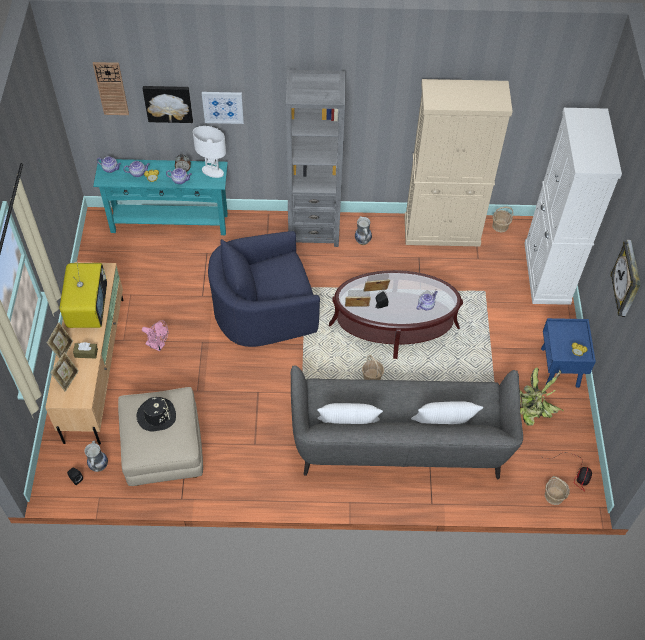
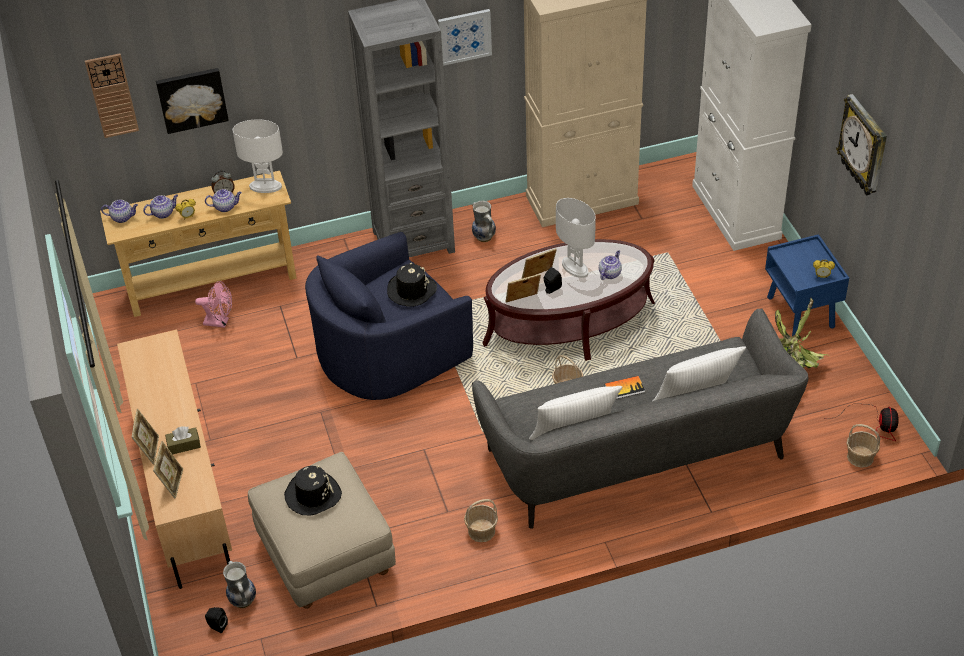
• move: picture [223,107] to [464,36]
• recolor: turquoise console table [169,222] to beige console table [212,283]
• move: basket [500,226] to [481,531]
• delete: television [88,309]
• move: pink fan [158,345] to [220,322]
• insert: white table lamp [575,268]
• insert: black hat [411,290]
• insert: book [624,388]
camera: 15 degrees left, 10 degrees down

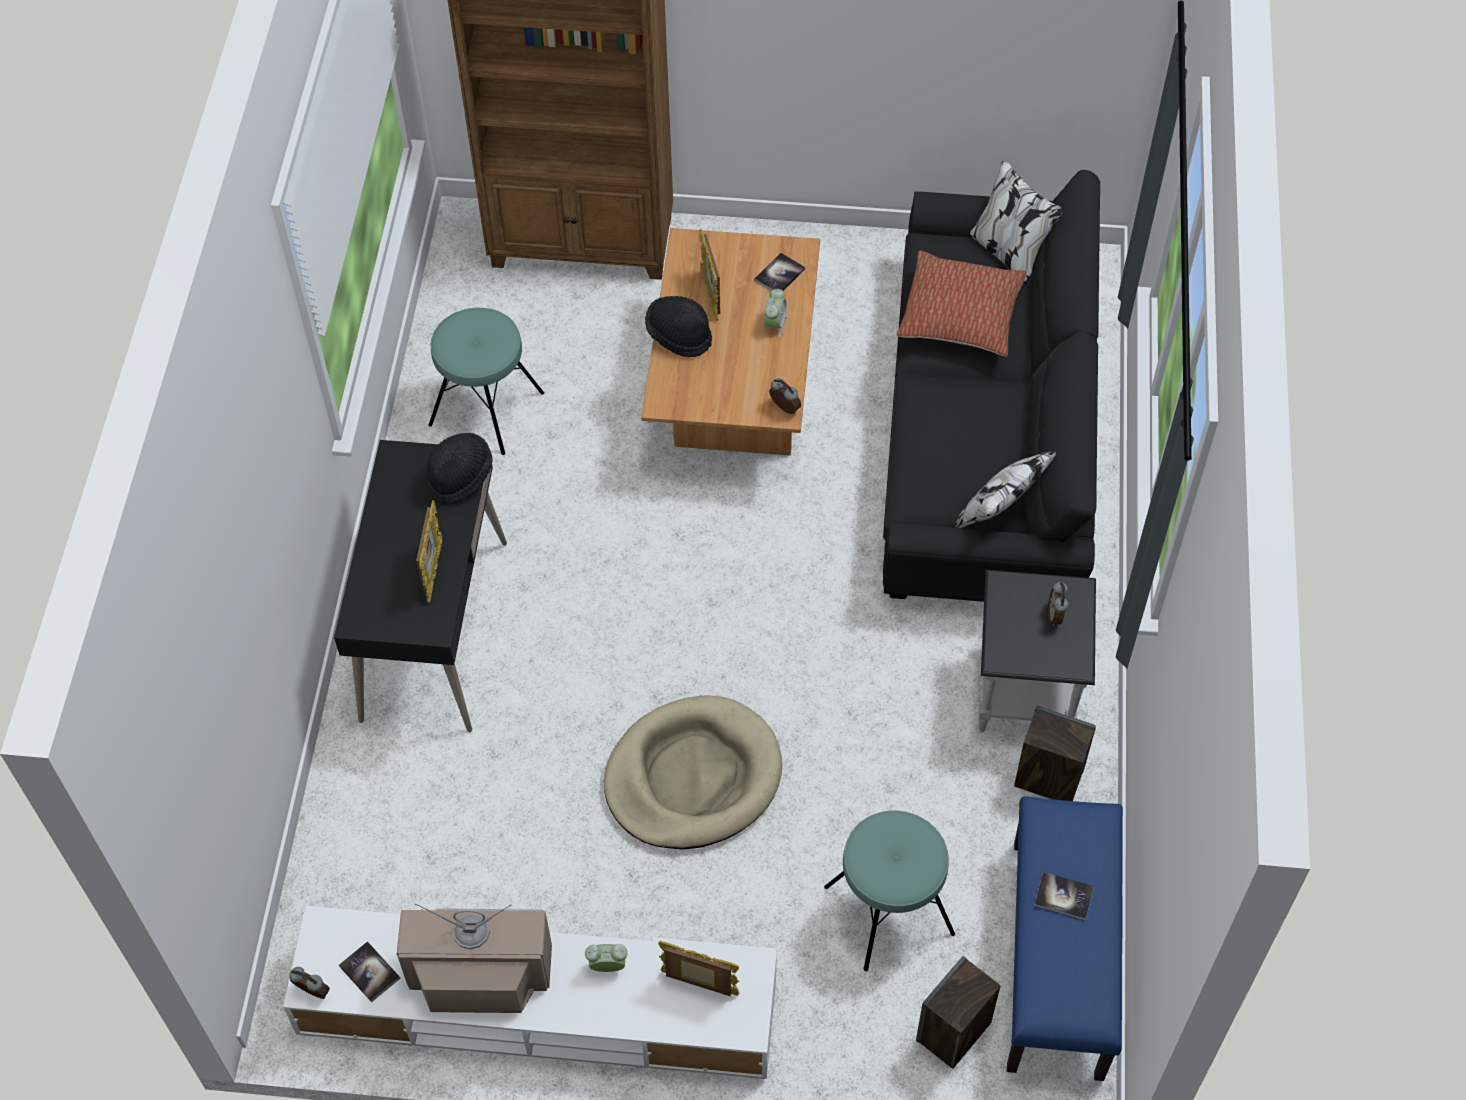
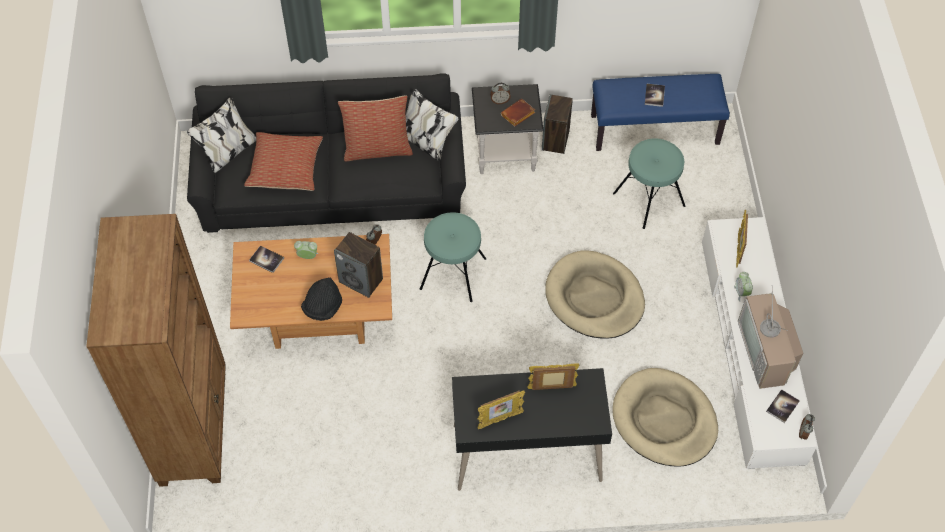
• move: picture frame [710,296] to [500,419]
• move: turquoise stool [486,409] to [453,274]
• delete: black hat [460,477]
• move: speaker [953,1032] to [361,280]
• insert: pillow [377,149]
• insert: brown book [517,115]
• insert: beige dog bed [664,420]
camera: 100 degrees left, 0 degrees up

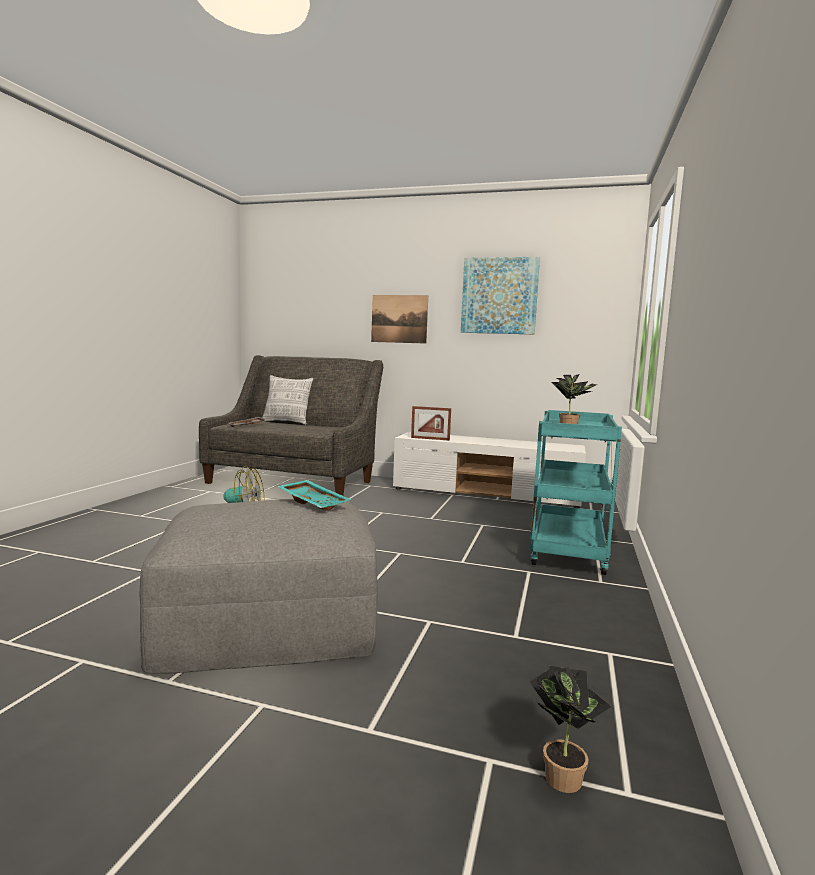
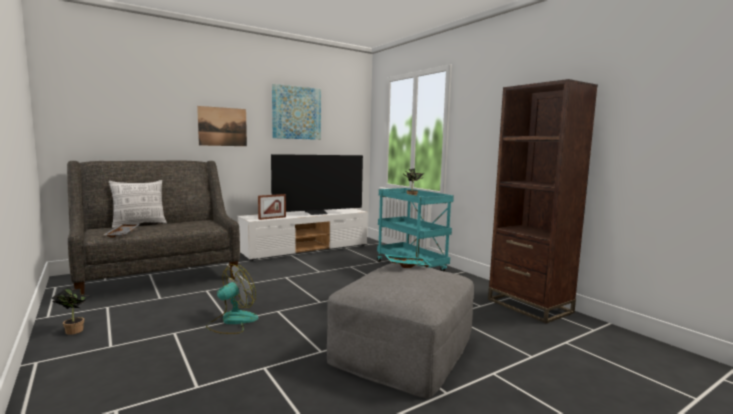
• move: potted plant [560,774] to [73,330]
• insert: brown bookcase [529,306]
• insert: television [317,213]
camera: 50 degrees left, 0 degrees up

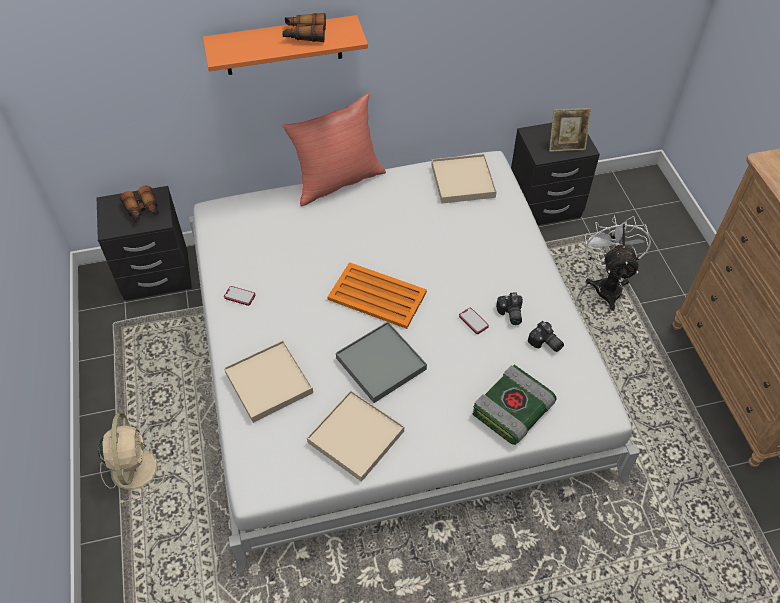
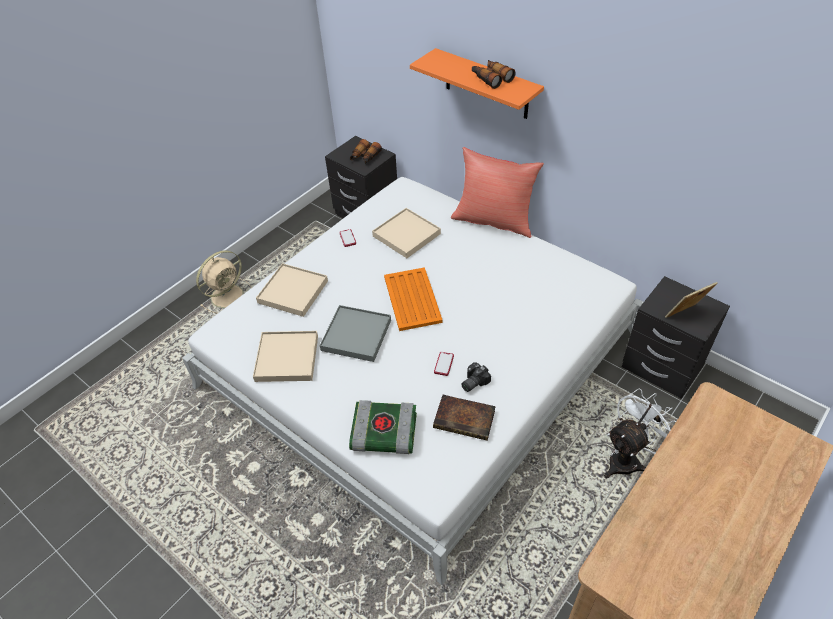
• rotate: picture frame [566,146] = [684,315] 105 degrees clockwise
• move: beige tray [463,181] to [406,235]
• replace: photo camera [545,343] to book [466,419]
camera: 55 degrees right, 5 degrees down

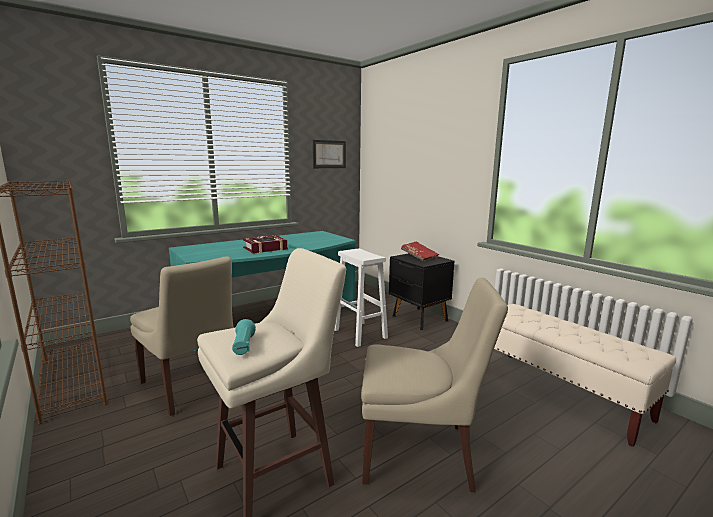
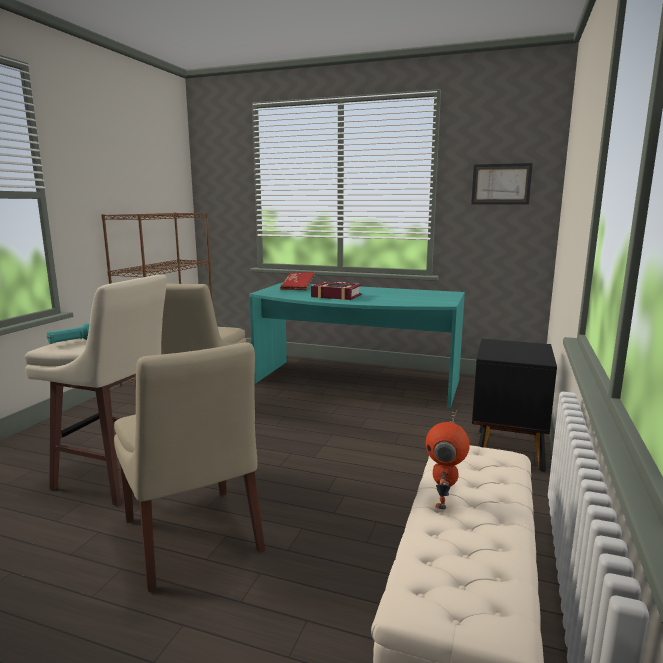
• move: red book [419,257] to [298,288]
• delete: white stool [360,334]
• insert: toy robot [444,500]
camera: 55 degrees right, 0 degrees up

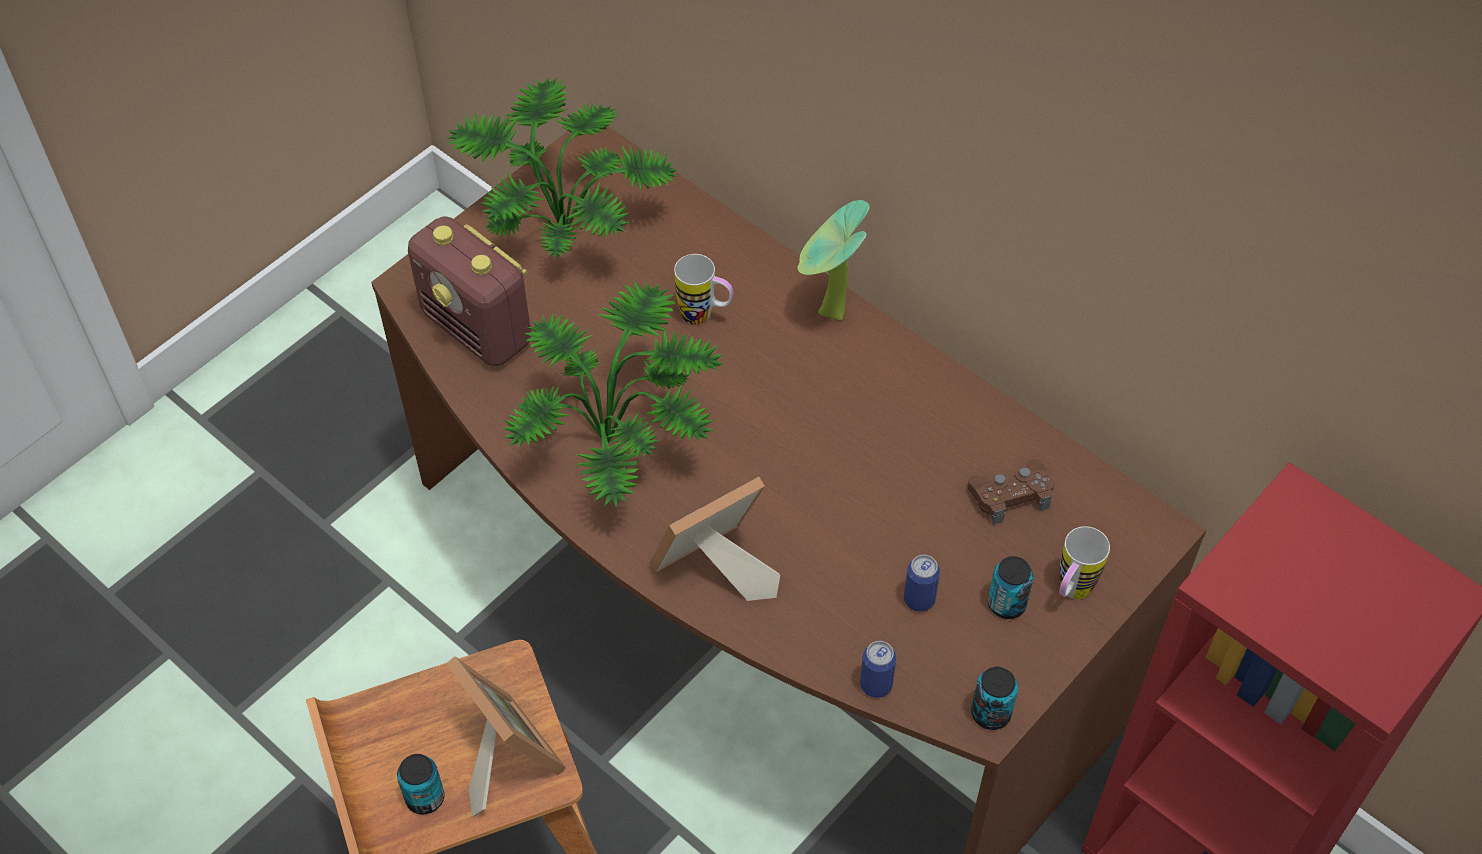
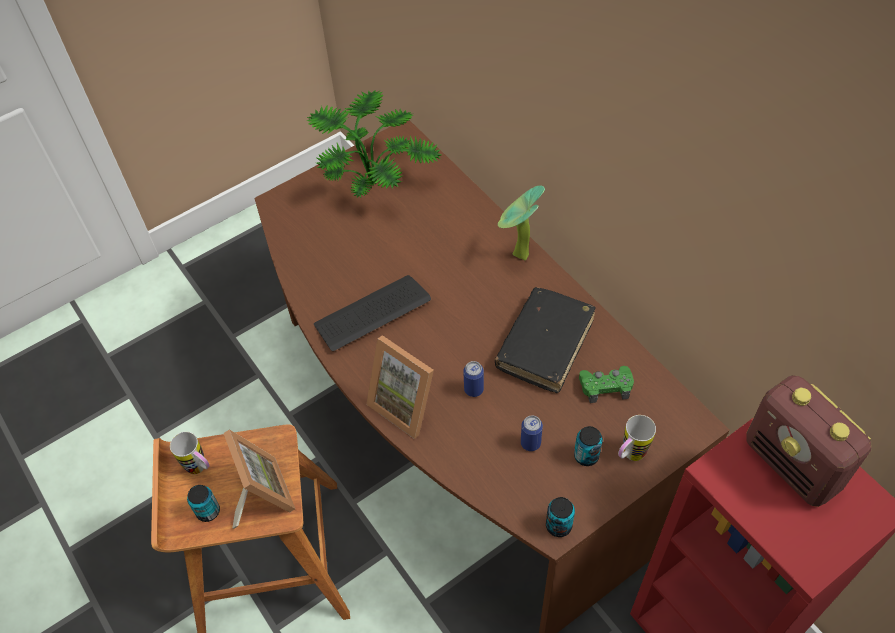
• move: radio [478,329] to [793,465]
• move: mug [705,317] to [200,469]
• replace: potted plant [620,441] to keyboard [372,314]
• recolor: brown game controller [1011,495] to green game controller [605,386]
• rotate: picture frame [714,572] = [407,403] 120 degrees counterclockwise
• move: can [876,685] to [473,389]
• insert: black book [545,345]
camera: 15 degrees right, 0 degrees up

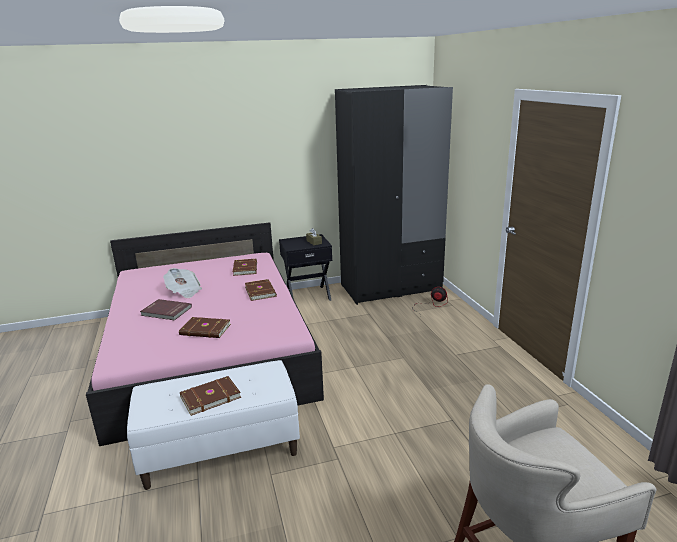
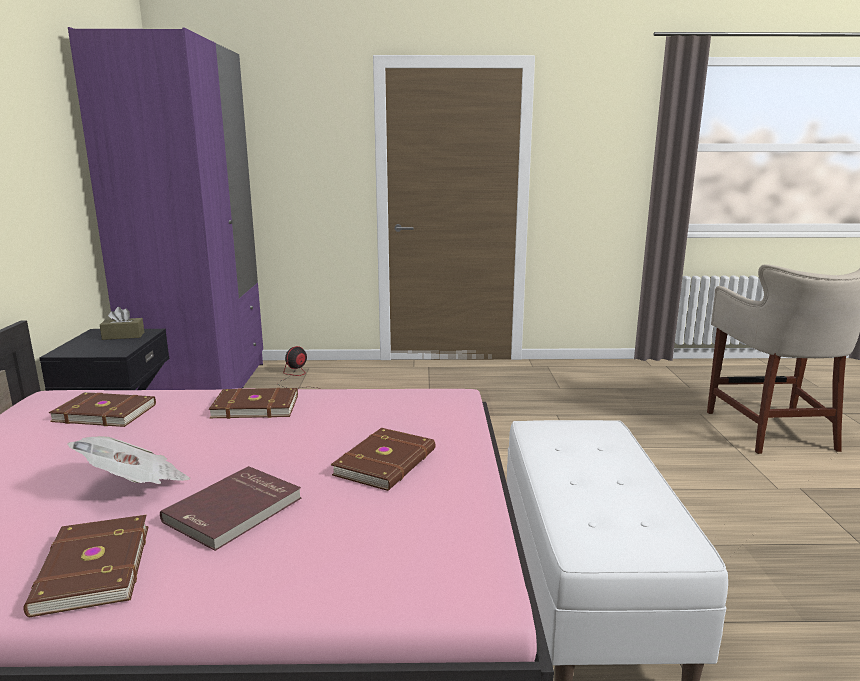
• recolor: black wardrobe [391,287] to purple wardrobe [204,389]
• move: brown book [209,397] to [90,569]
camera: 75 degrees left, 5 degrees down

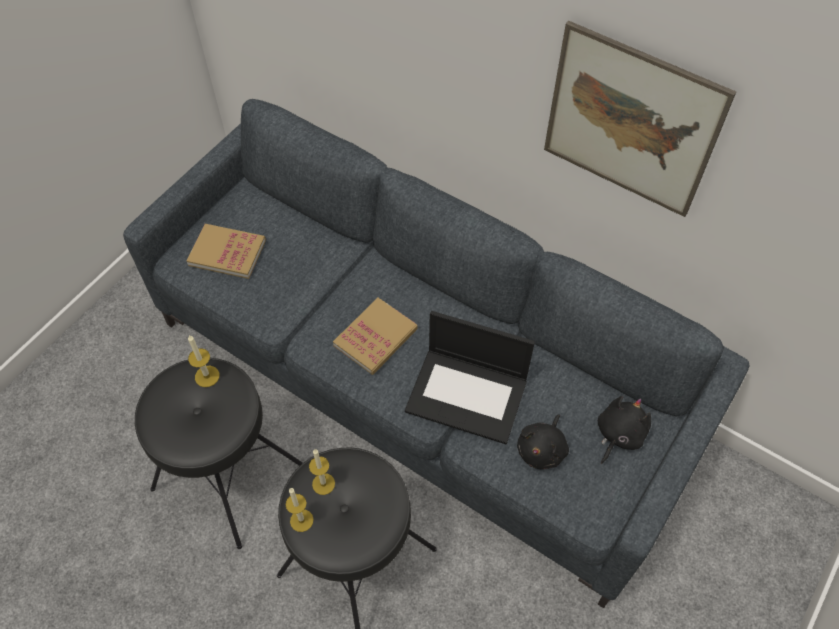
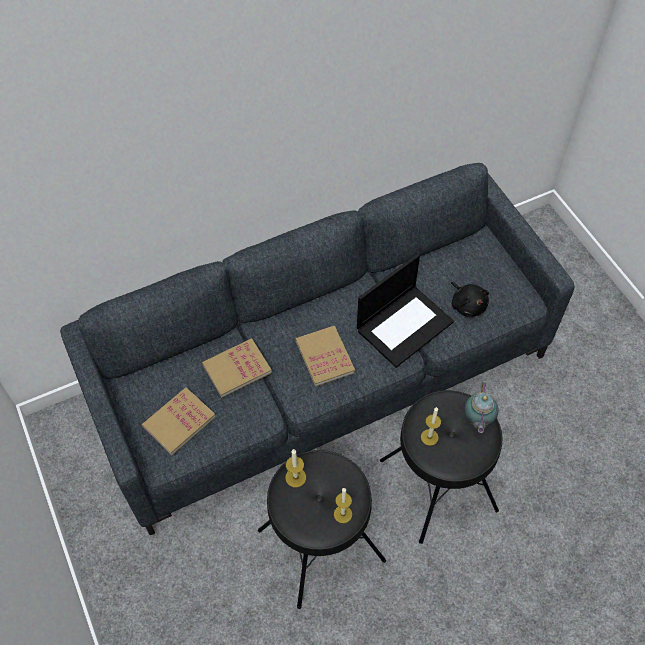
• delete: picture [630,122]
• delete: black plush toy [618,435]
• move: candle [301,520] to [343,514]
• insert: book [237,369]
• insert: teapot [477,420]
camera: 60 degrees left, 0 degrees up

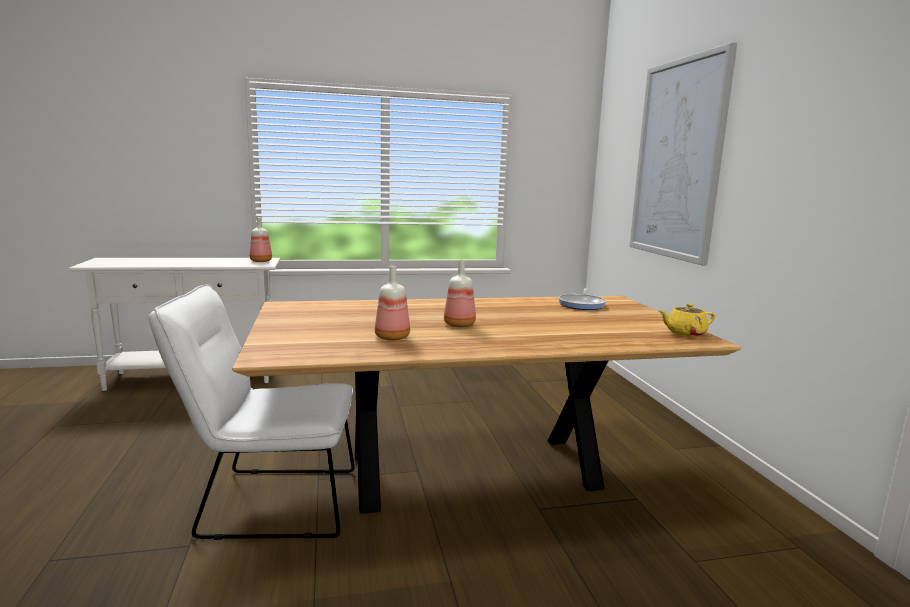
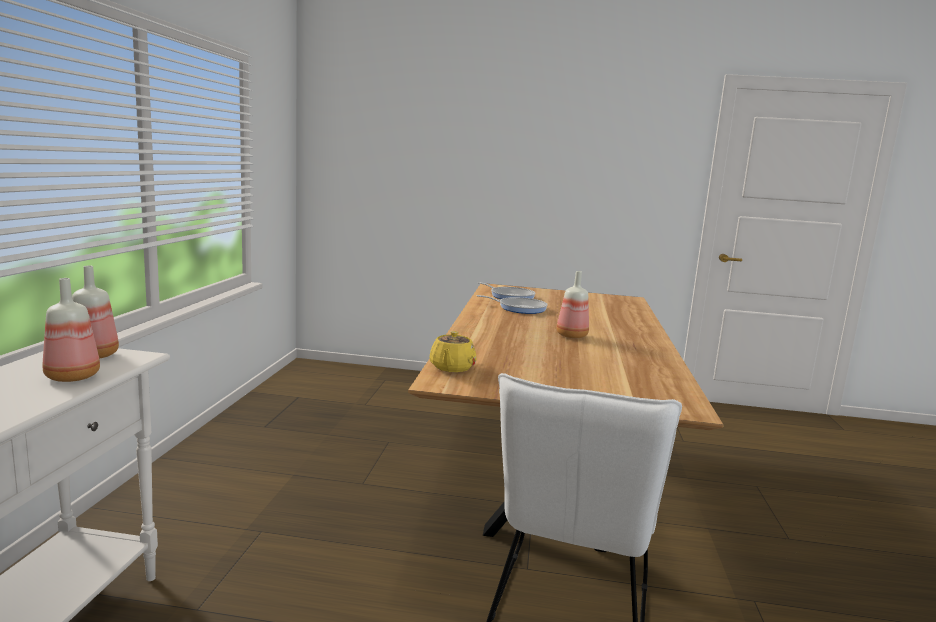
• delete: picture [678,160]
• move: bottle [393,337] to [74,377]
• move: yellow teapot [684,333] to [451,368]
• insert: frying pan [519,308]
camera: 70 degrees left, 0 degrees up

